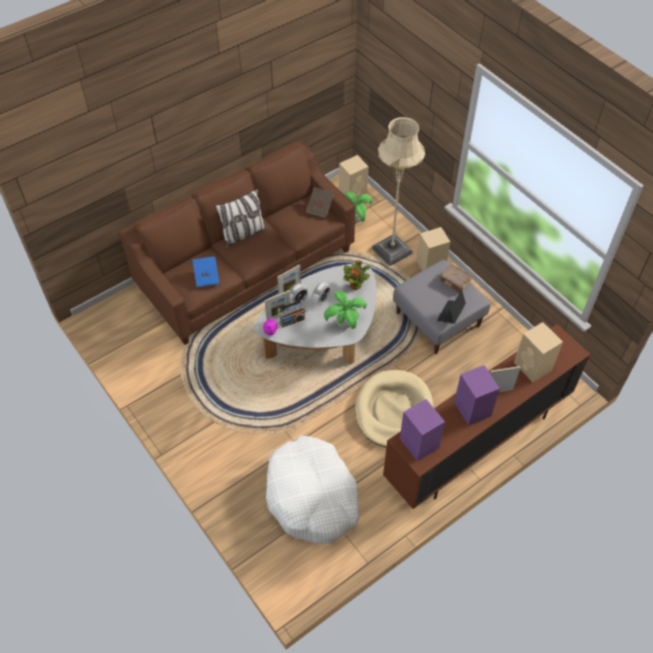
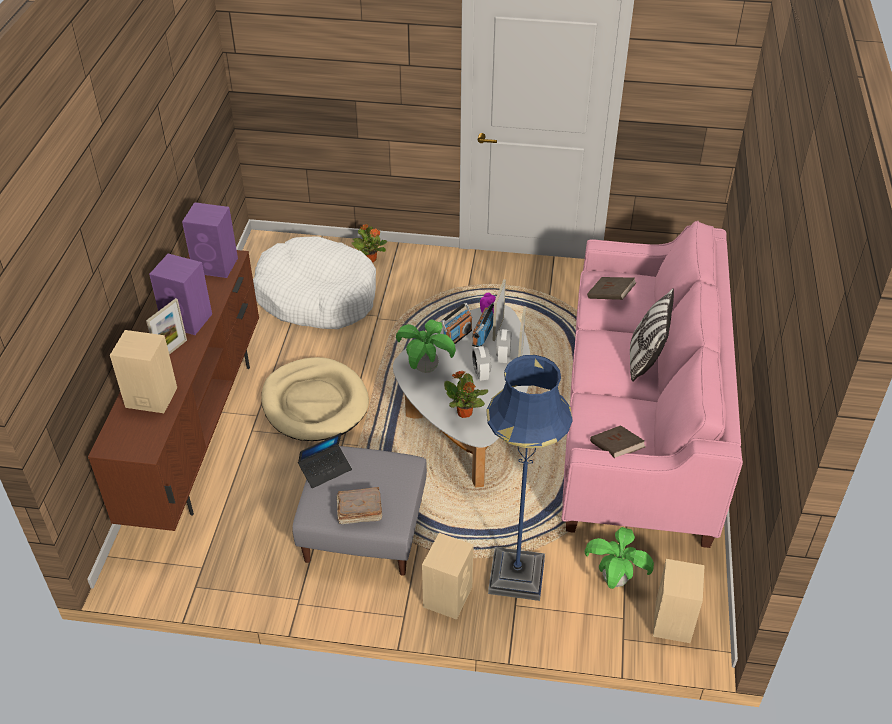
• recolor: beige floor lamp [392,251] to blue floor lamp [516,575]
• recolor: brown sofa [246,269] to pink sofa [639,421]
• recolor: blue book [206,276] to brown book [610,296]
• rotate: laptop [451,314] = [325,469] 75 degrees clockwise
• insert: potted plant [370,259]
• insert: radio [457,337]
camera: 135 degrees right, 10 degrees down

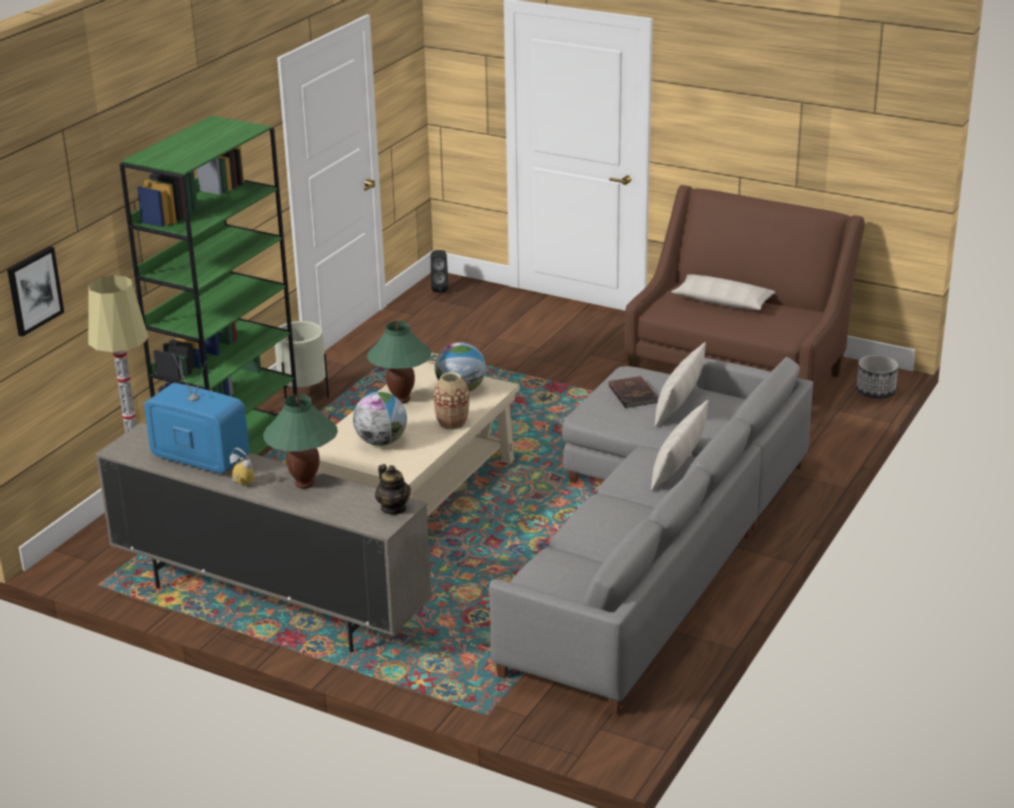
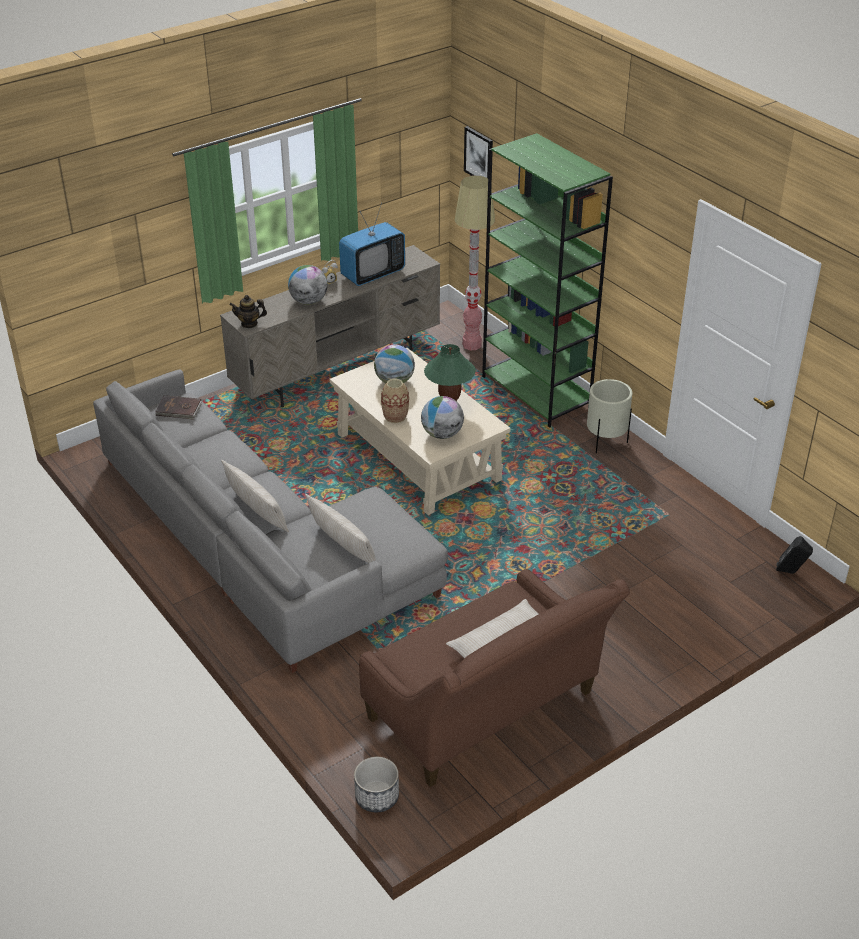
• move: brown book [633,394] to [179,409]
• replace: green table lamp [305,483] to globe [308,301]
camera: 115 degrees right, 10 degrees up

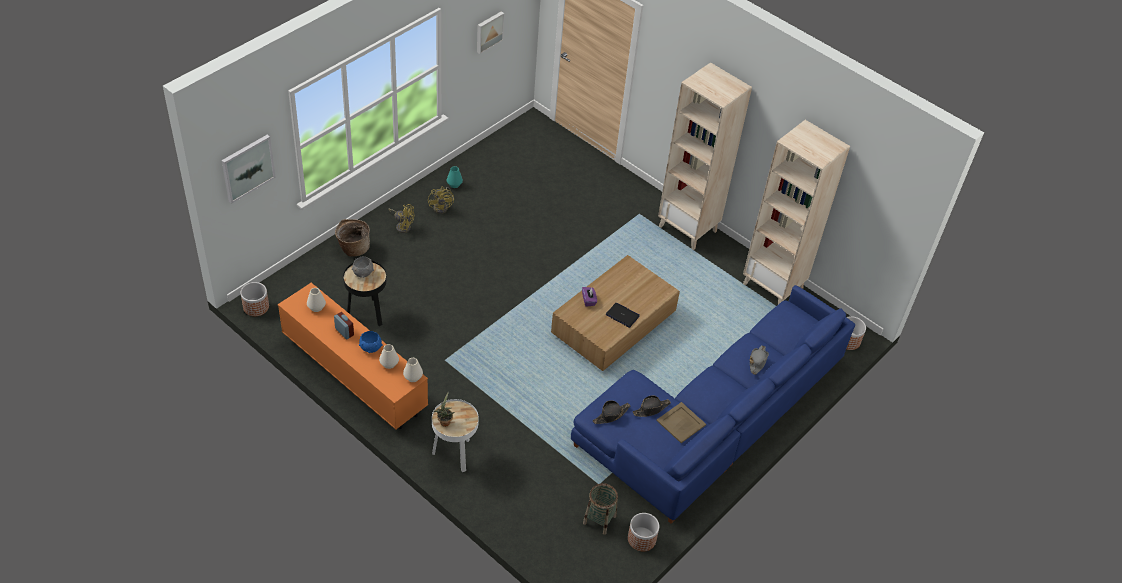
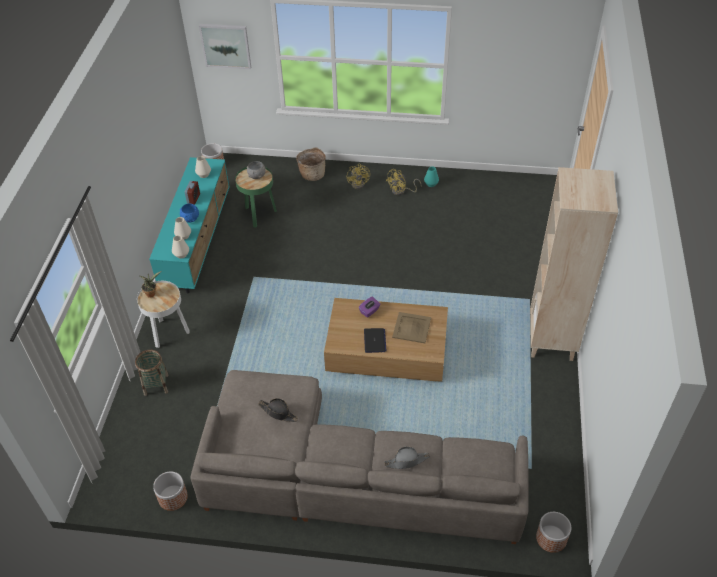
• delete: picture [489,31]
• delete: beige bookcase [773,286]
• recolor: black side table [367,314] to green side table [259,215]
• recolor: orange tv stand [354,374] to turquoise tv stand [197,240]
• recolor: blue sofa [711,420] to grey sofa [345,477]
• delete: black hat [611,415]
• move: beige tray [681,423] to [412,328]
• move: basket [599,519] to [156,384]
camera: 60 degrees right, 0 degrees up

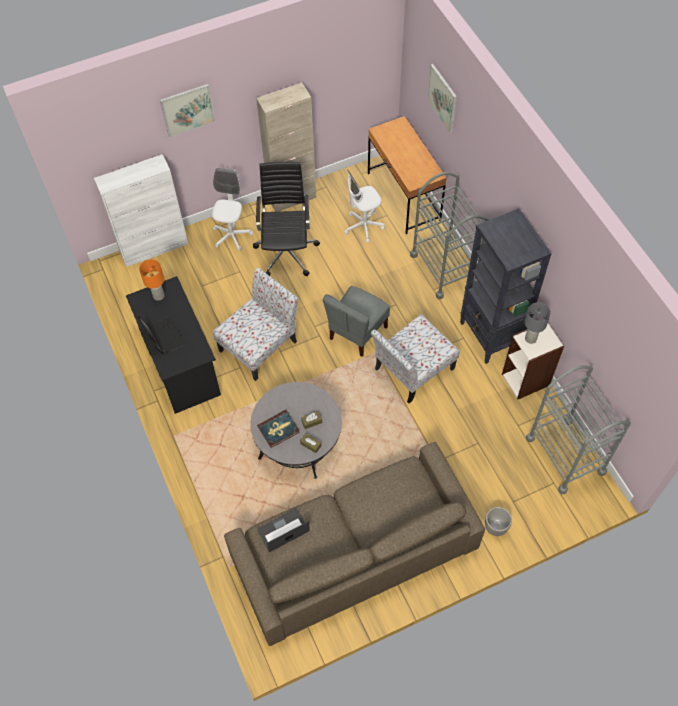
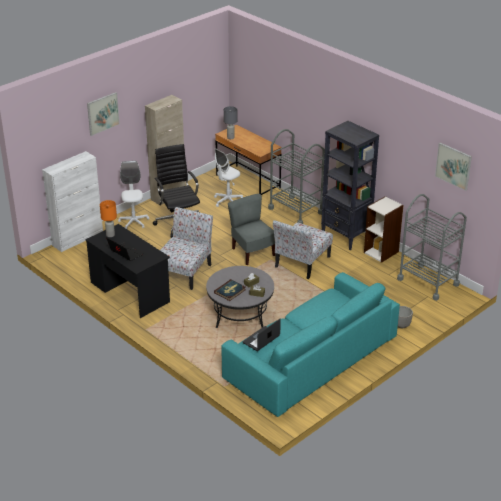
• move: picture [442,98] to [453,166]
• rotate: grey chair [357,333] = [252,252] 135 degrees clockwise
• move: grey table lamp [530,338] to [230,137]
• recolor: brown sofa [353,550] to turquoise sofa [310,358]
camera: 20 degrees left, 25 degrees down

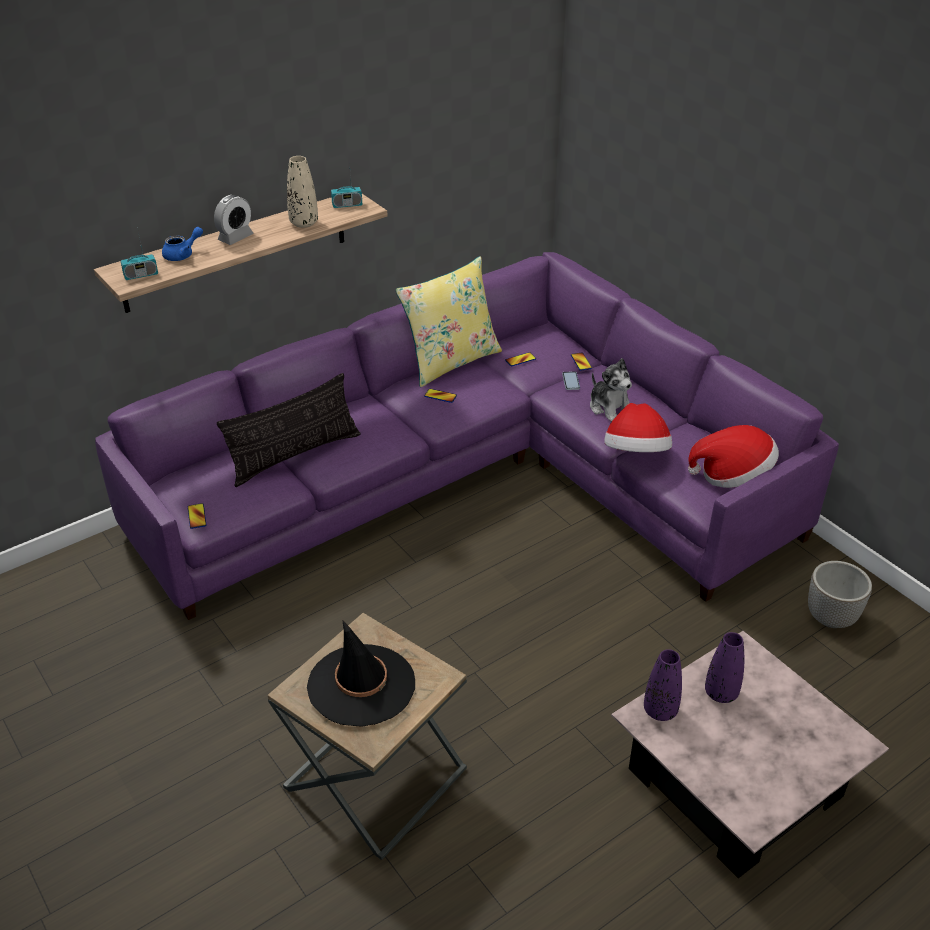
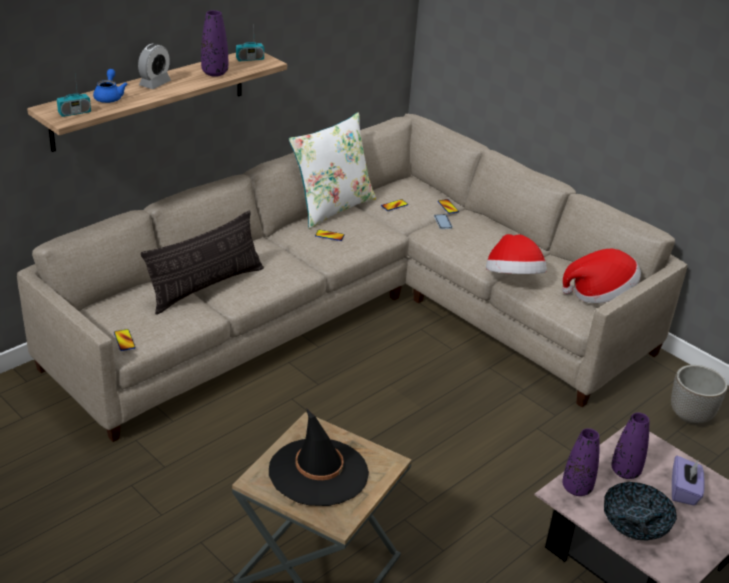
• recolor: beige vase [304,223] to purple vase [215,73]
• rotate: blue teapot [183,255] = [109,97] 45 degrees counterclockwise
• recolor: purple sofa [478,479] to beige sofa [361,313]
• recolor: yellow pillow [451,361] to white pillow [332,207]
• delete: plush toy [610,408]
• insert: purple tissue box [684,491]
• insert: bowl [634,525]
camera: 10 degrees left, 5 degrees down

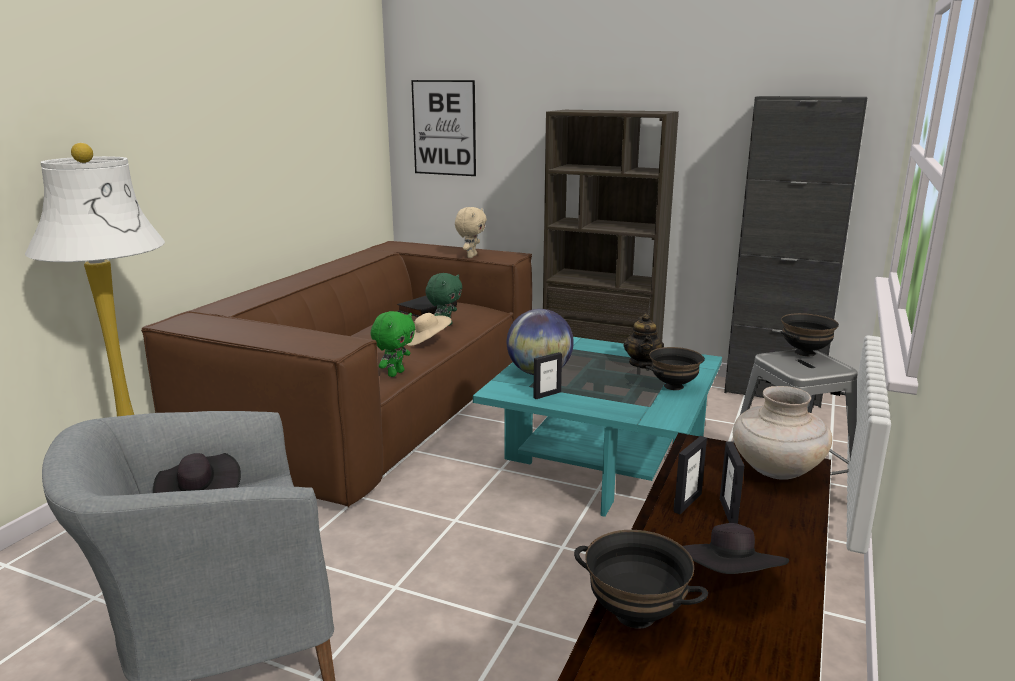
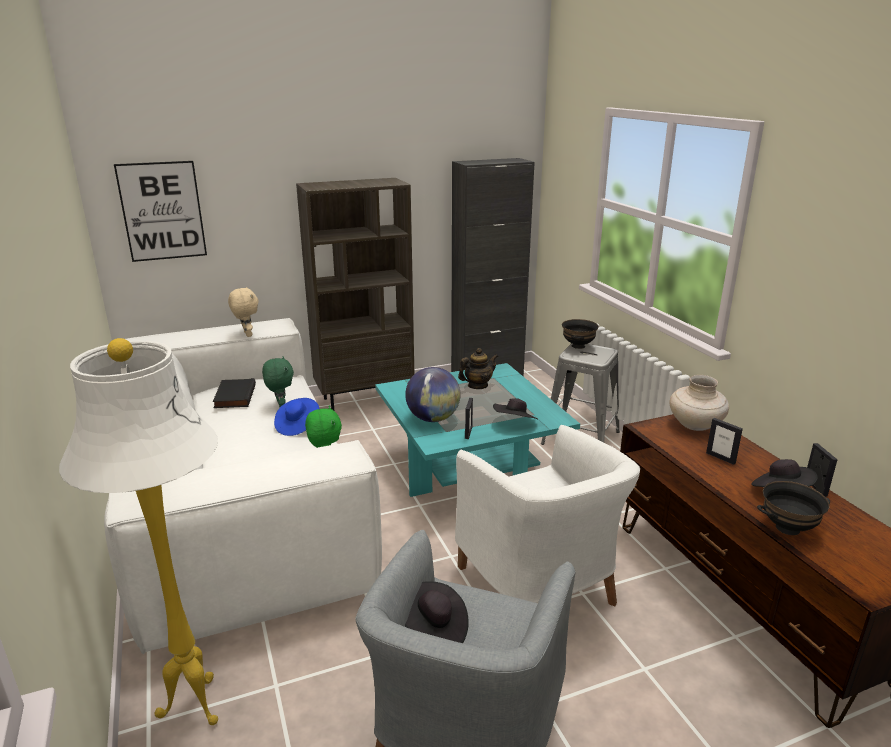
• recolor: brown sofa [377,405] to white sofa [241,503]
• recolor: beige hat [427,341] to blue hat [297,426]
• rotate: teapot [642,364] = [477,386] 75 degrees counterclockwise
• delete: black bowl [673,386]
• move: picture frame [687,502] to [815,487]
• insert: black hat [515,423]
• insert: white armchair [539,589]
camera: 45 degrees left, 5 degrees up

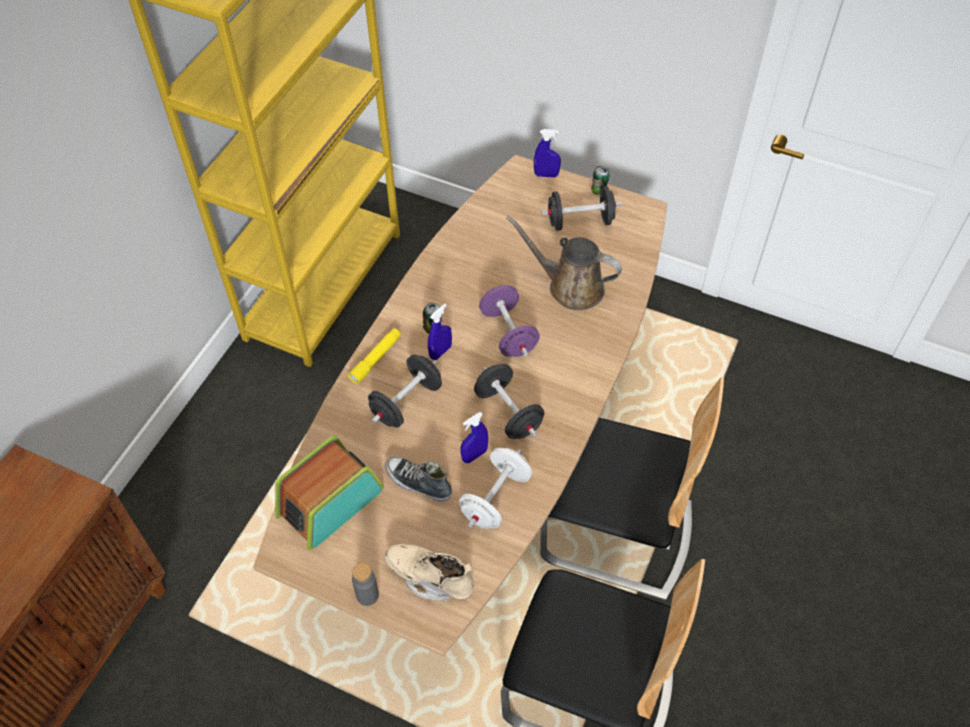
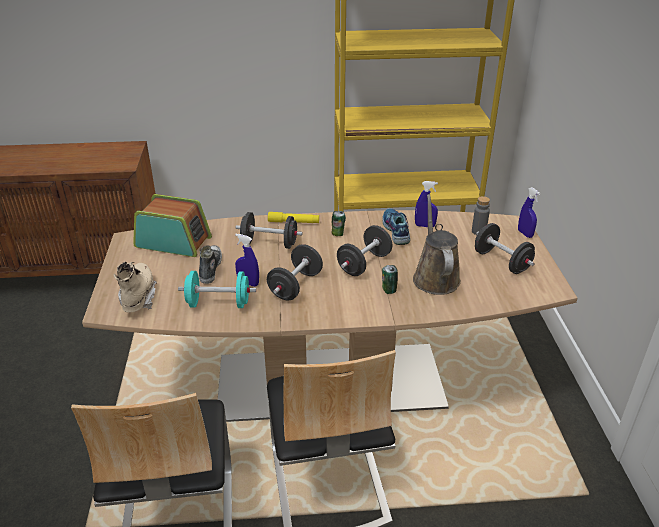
• move: can [598,191] to [388,290]
• recolor: purple dumbbell [508,333] to black dumbbell [364,264]
• move: blue spray bottle [440,352] to [425,226]
• recolor: white dumbbell [495,498] to turquoise dumbbell [219,304]
• move: grey bottle [367,595] to [478,231]
• insert: shoe [395,231]
camera: 60 degrees right, 20 degrees down

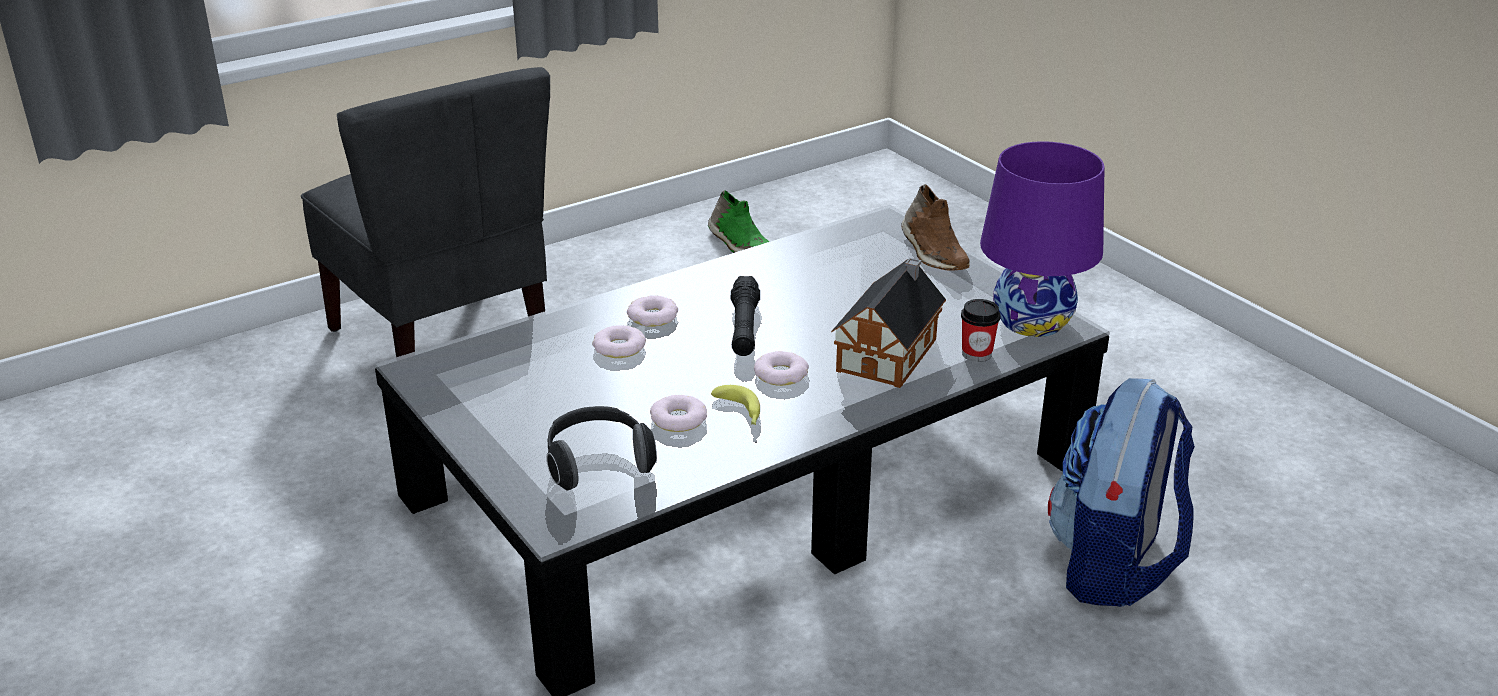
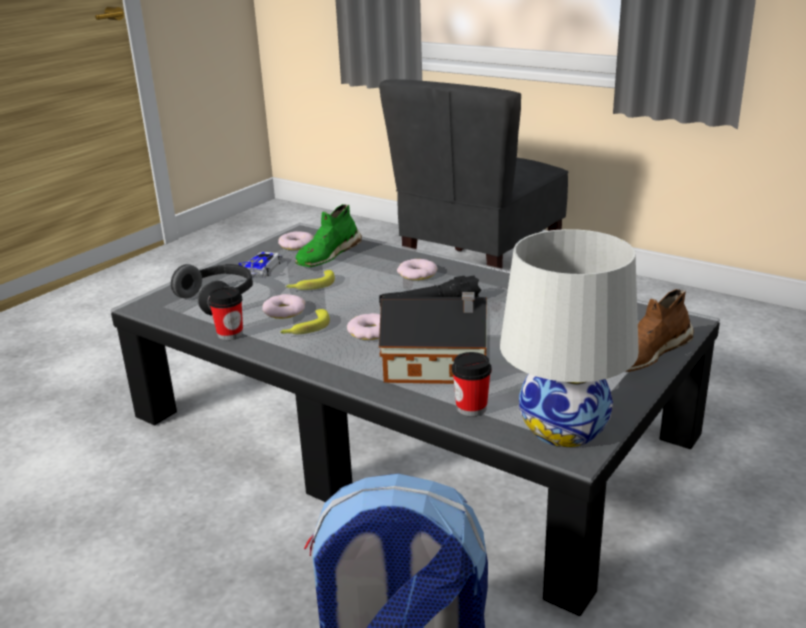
• recolor: purple table lamp [1032,321] to white table lamp [564,427]
• move: green shoe [739,244] to [327,255]
• move: donut [619,347] to [296,245]
• insert: toy car [263,268]
• insert: banana [311,286]
• insert: cup [230,334]
camera: 70 degrees right, 5 degrees down

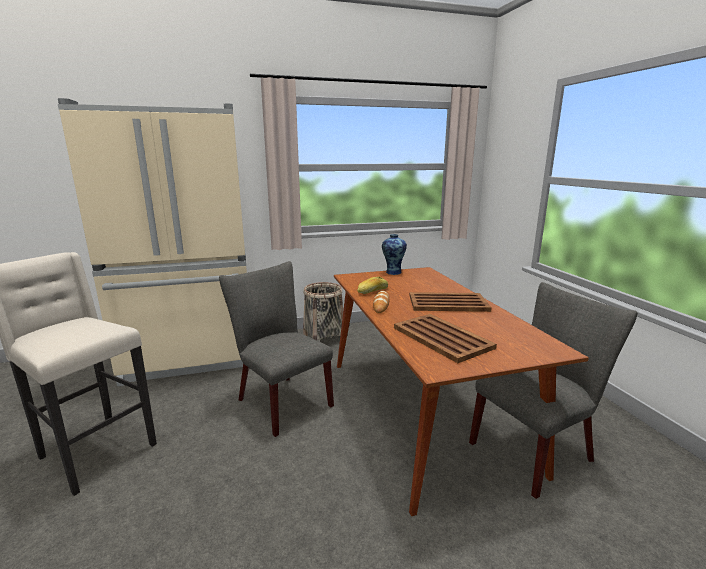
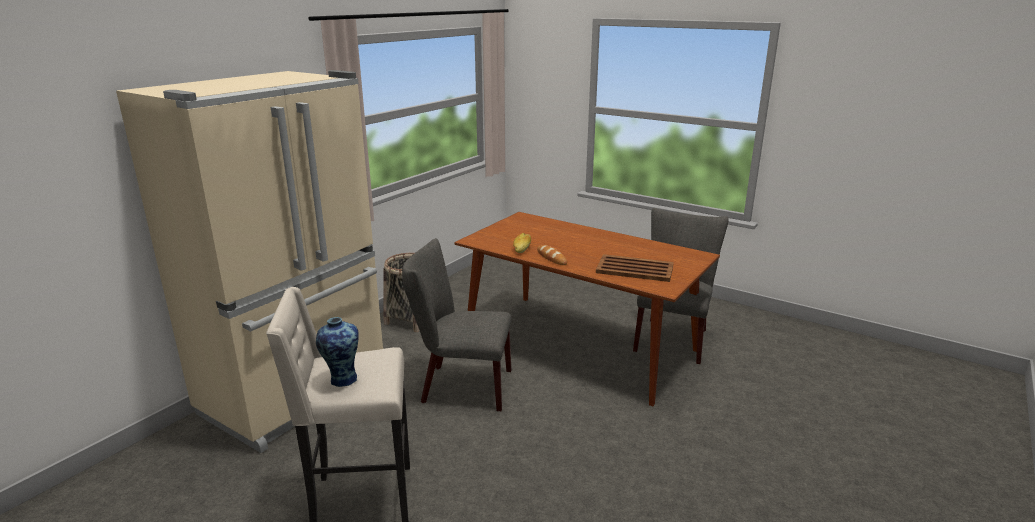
• move: vase [393,272] to [342,379]
• delete: brown tray [449,303]
camera: 40 degrees left, 5 degrees up

